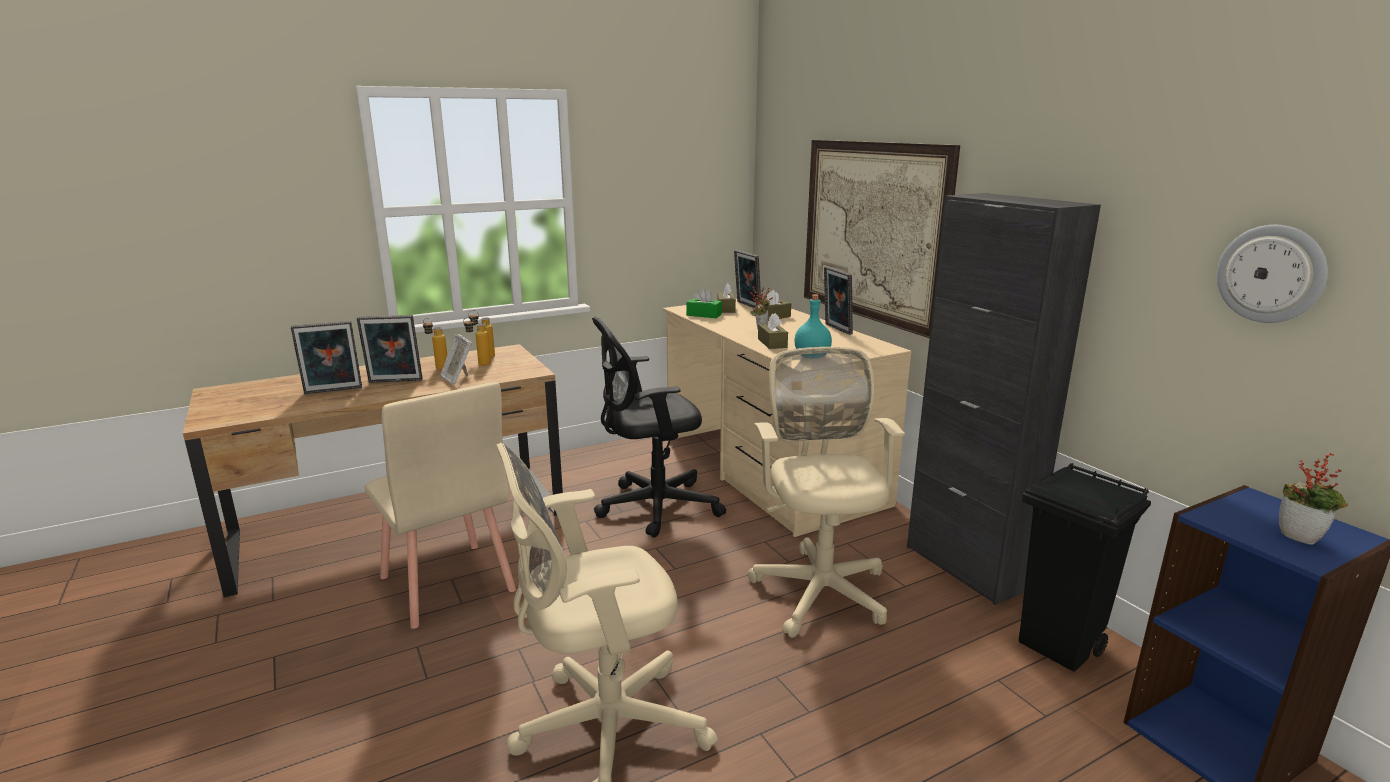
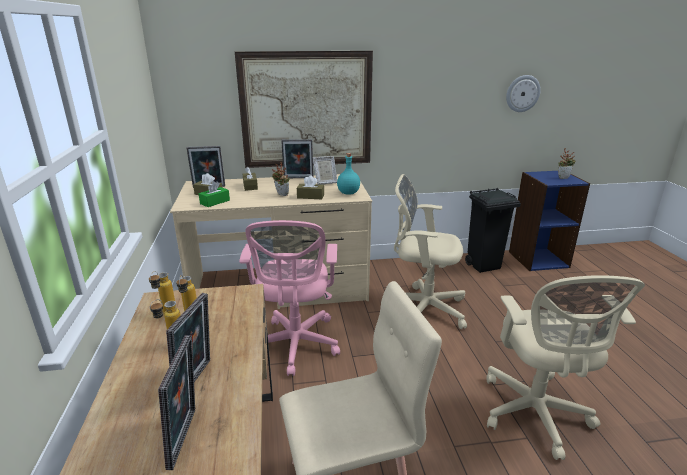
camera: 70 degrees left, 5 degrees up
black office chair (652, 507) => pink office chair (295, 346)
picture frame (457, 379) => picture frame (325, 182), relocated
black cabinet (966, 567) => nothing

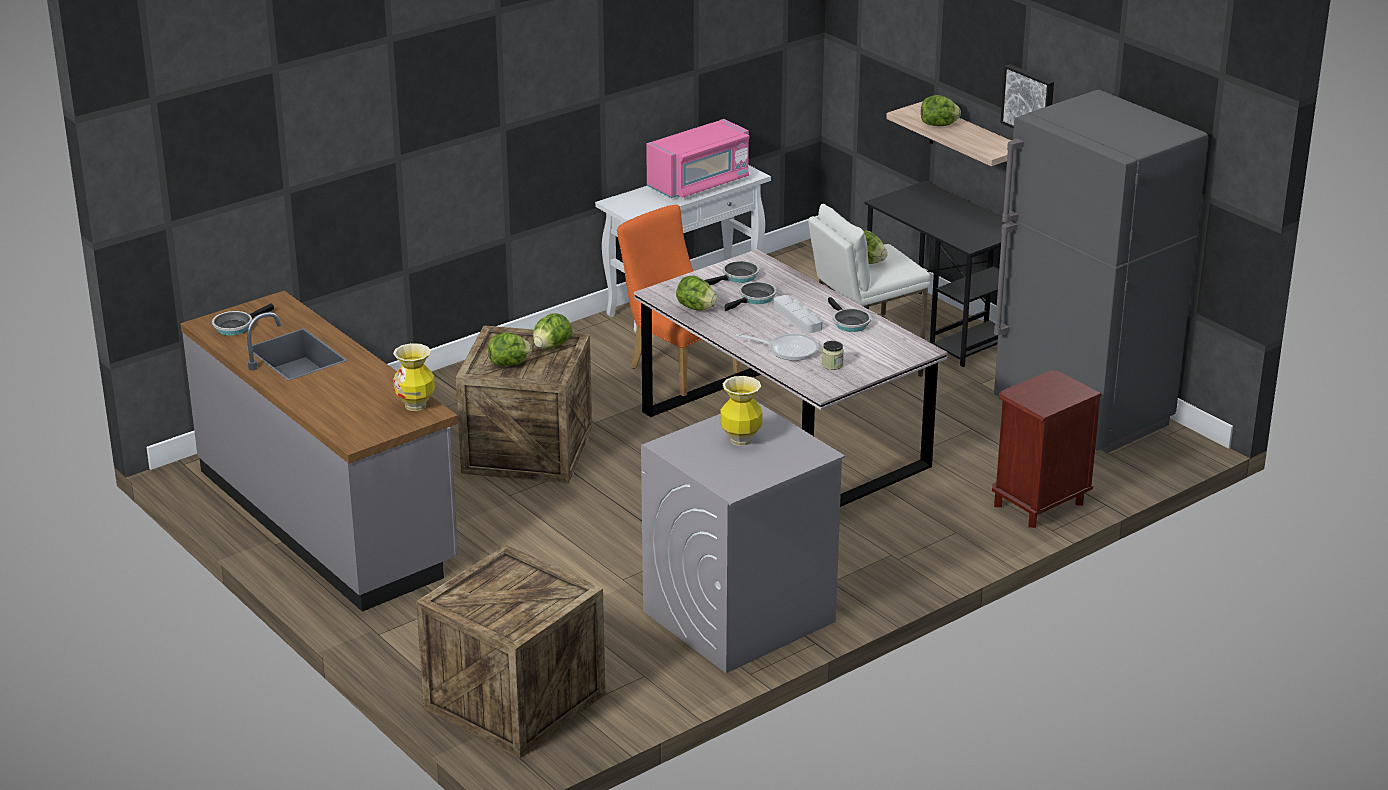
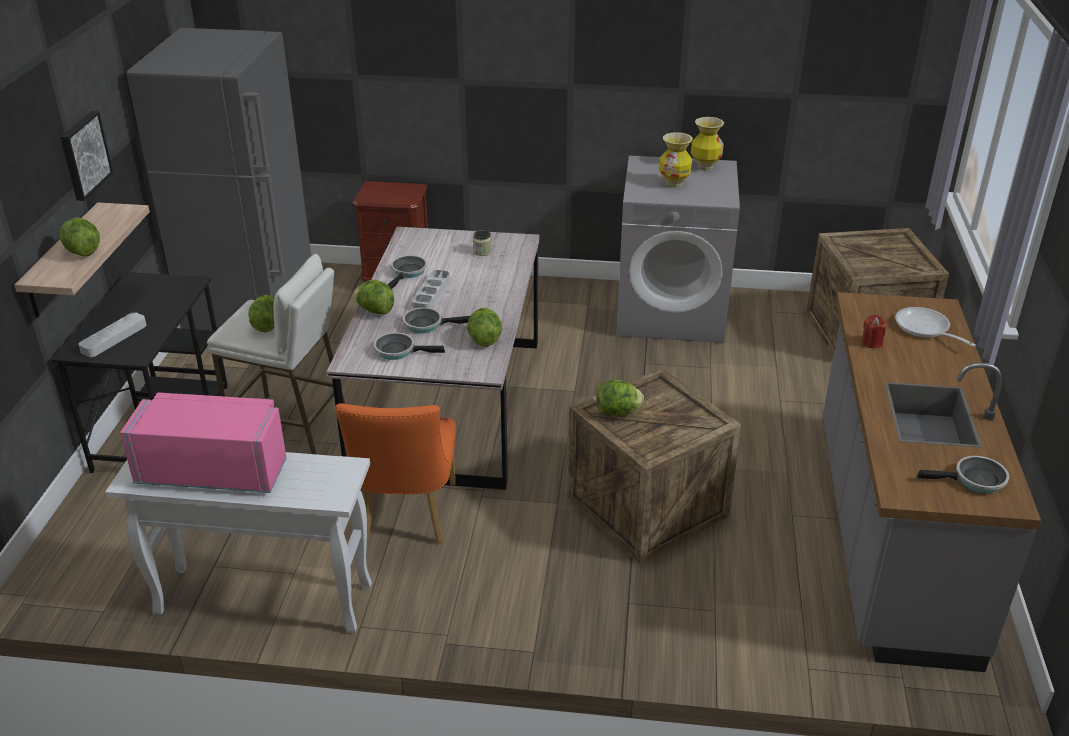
camera: 135 degrees left, 5 degrees up
nothing => grey tray (114, 338)
lettuce (509, 364) => lettuce (375, 311), relocated
vase (416, 405) => vase (705, 167), relocated
nothing => red candle (871, 343)
frying pan (788, 350) => frying pan (925, 329), relocated

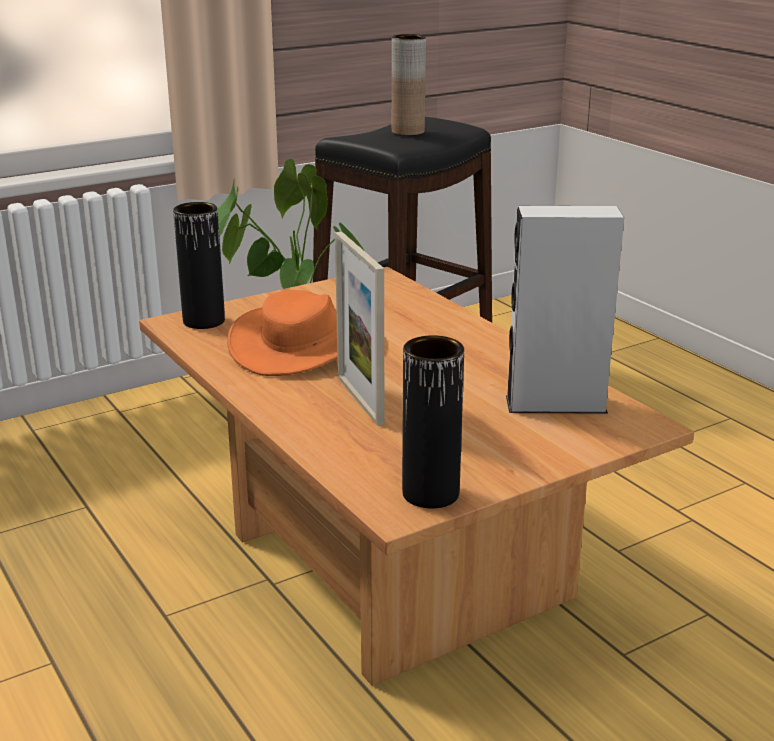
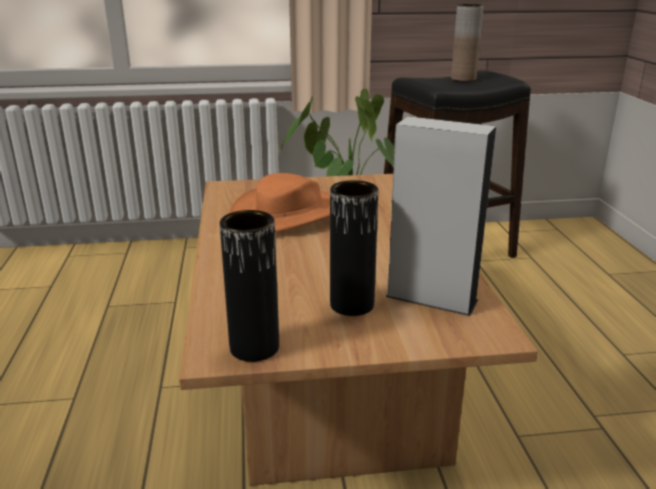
camera: 25 degrees right, 0 degrees up
black vase (204, 321) => black vase (352, 305), relocated
picture frame (360, 400) => nothing

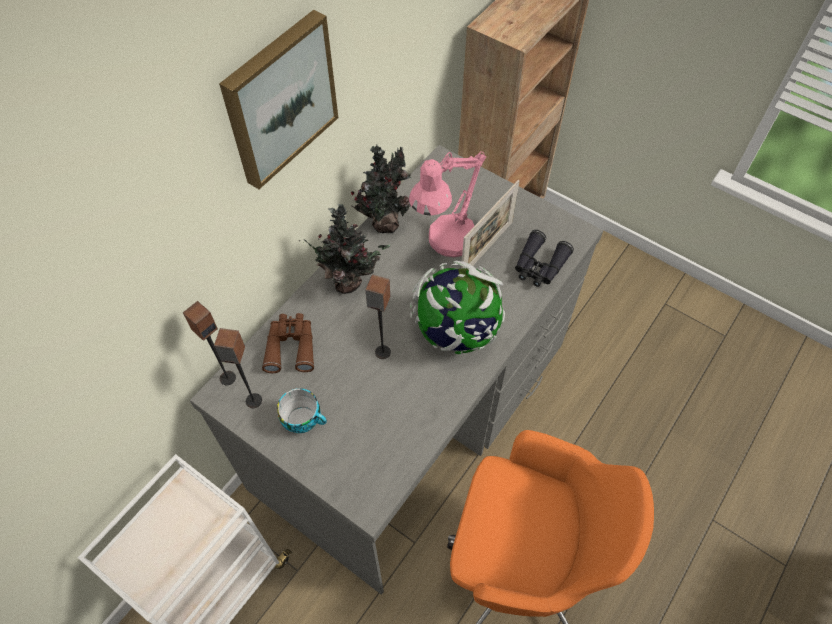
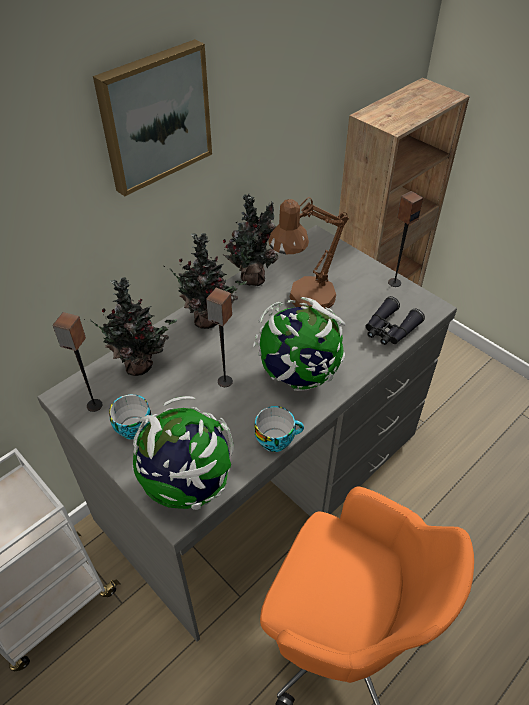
camera: 10 degrees right, 10 degrees down
brown binoculars (291, 346) => potted plant (141, 365)
nothing => globe (188, 485)
nothing => cup (276, 439)
pink table lamp (445, 244) => brown table lamp (304, 301)
speaker (227, 378) => speaker (394, 282), relocated
picture frame (486, 249) => nothing

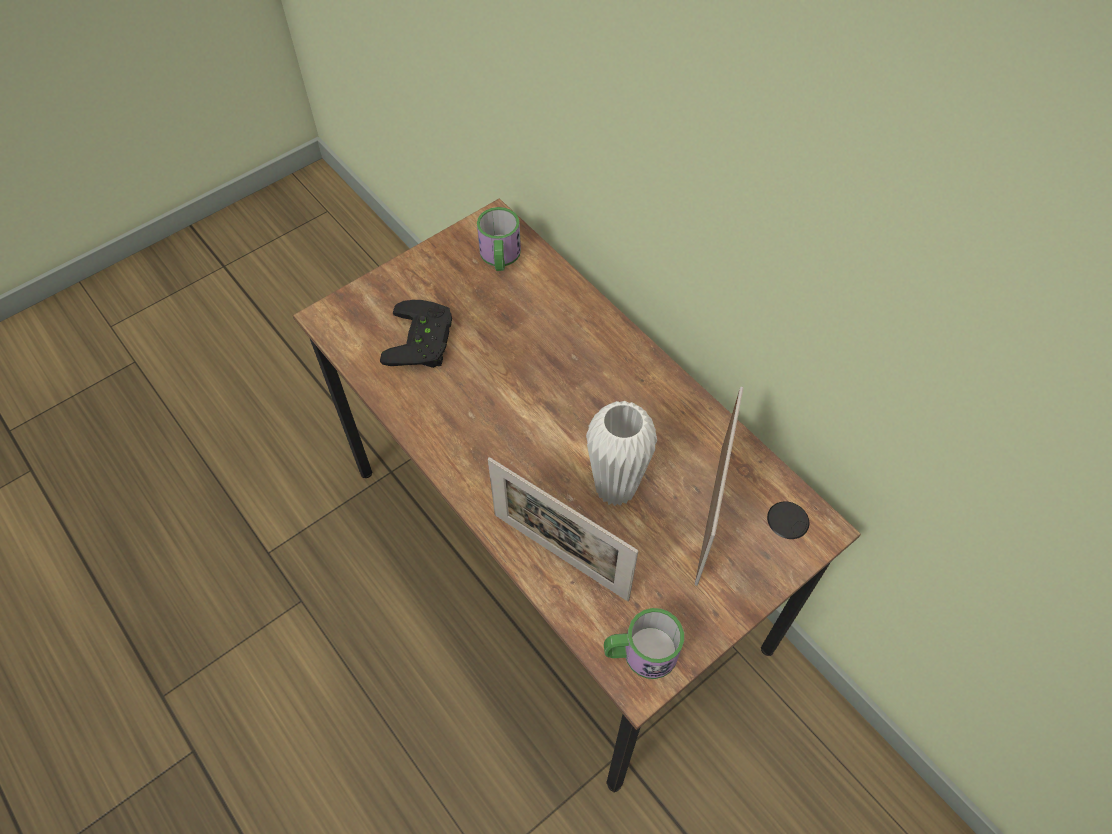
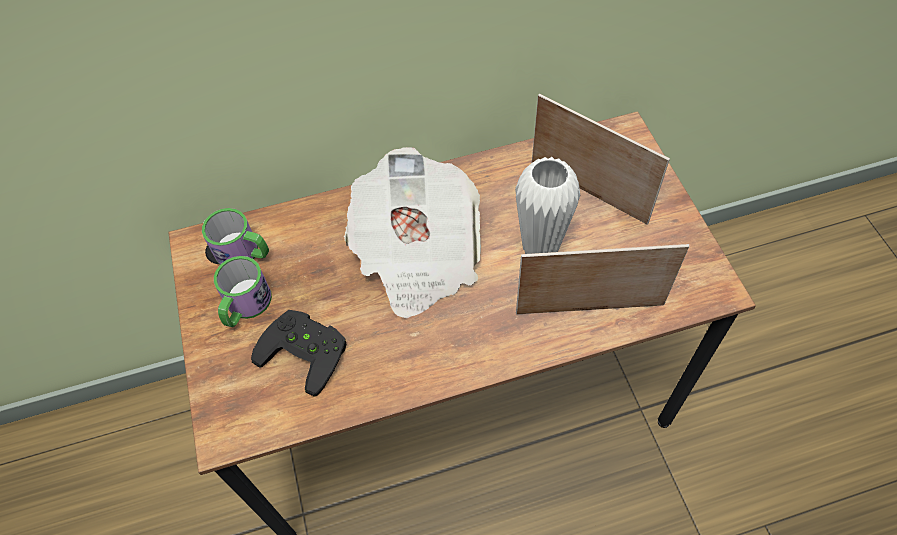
camera: 65 degrees left, 0 degrees up
mug (640, 653) => mug (245, 306), relocated
nothing => newspaper (417, 255)
picture frame (560, 556) => picture frame (589, 308), 150 degrees counterclockwise

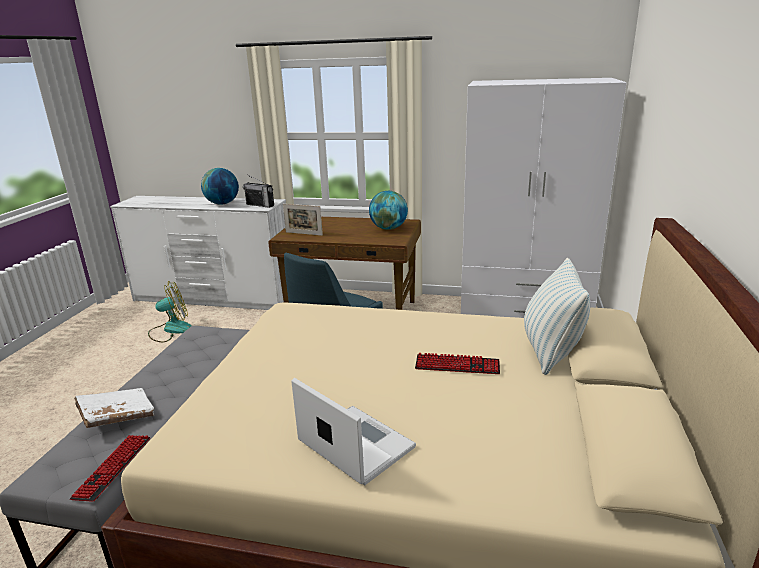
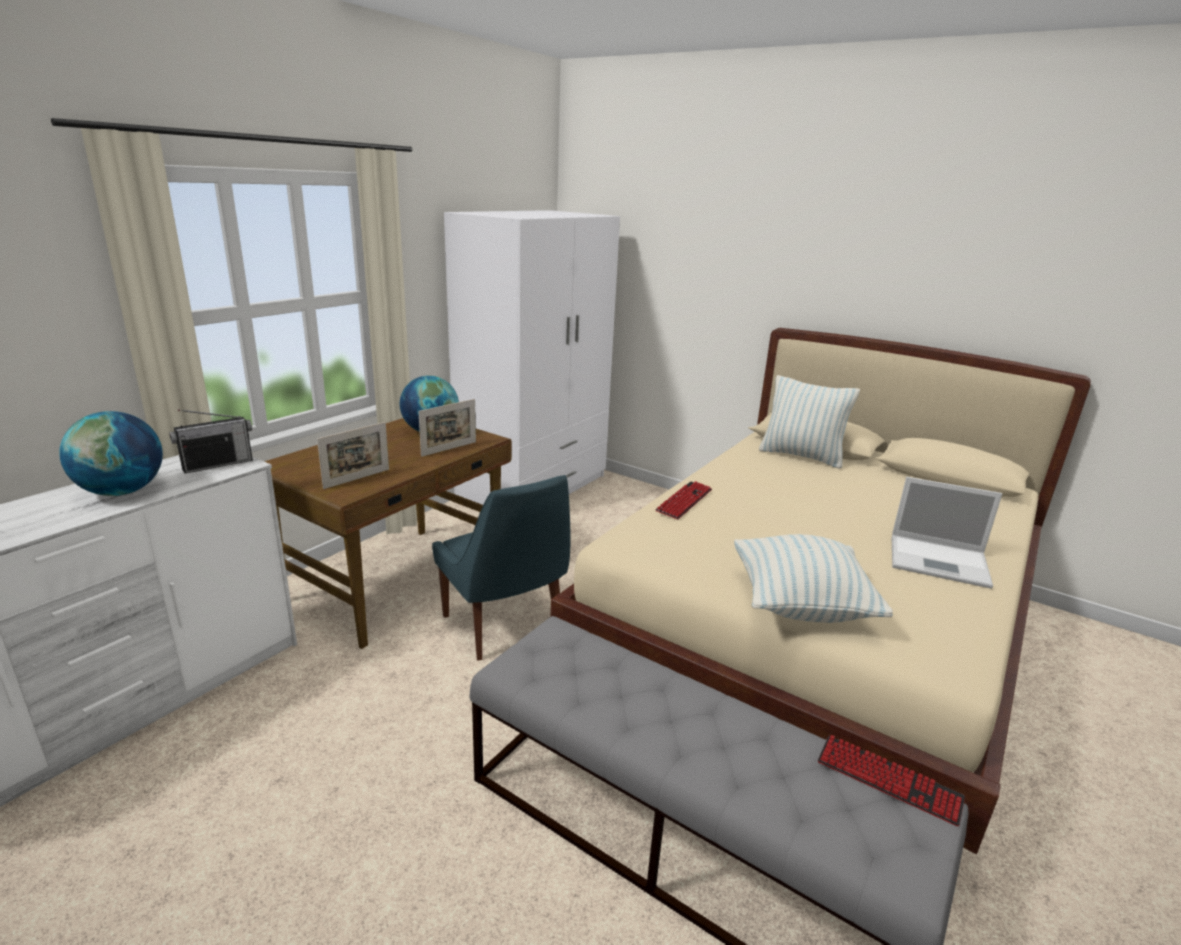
camera: 70 degrees left, 0 degrees up
nothing => picture frame (449, 449)
keyboard (457, 365) => keyboard (684, 501), relocated
nothing => pillow (800, 605)
laptop (354, 444) => laptop (940, 561), 135 degrees counterclockwise
white book (117, 416) => nothing
fan (171, 330) => nothing

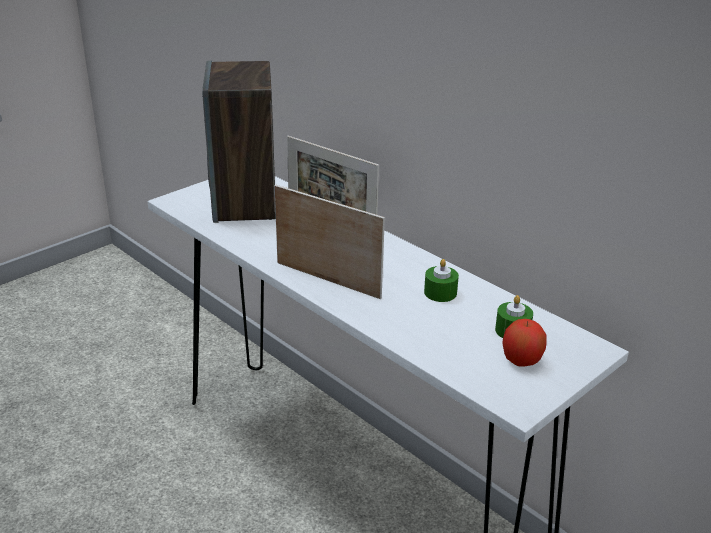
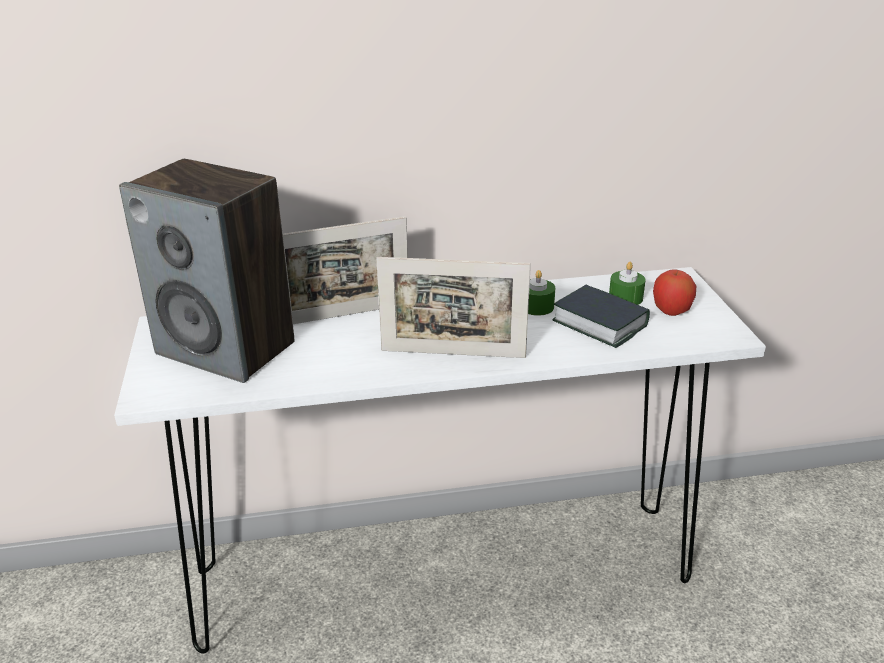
camera: 55 degrees left, 0 degrees up
picture frame (327, 280) => picture frame (453, 354), 150 degrees counterclockwise
nothing => book (599, 323)

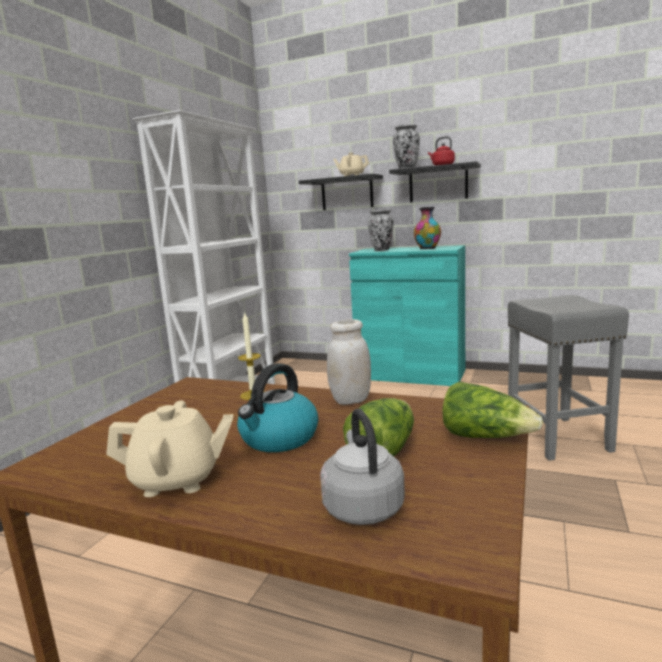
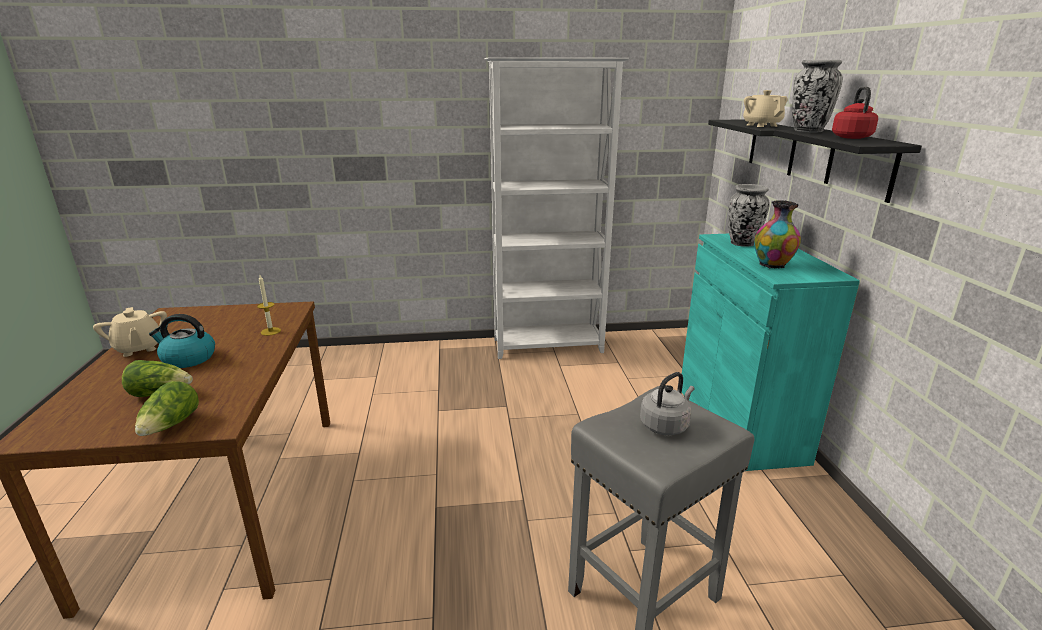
camera: 60 degrees right, 10 degrees up
grey kettle (362, 506) => grey kettle (665, 425), relocated
white jar (351, 400) => nothing

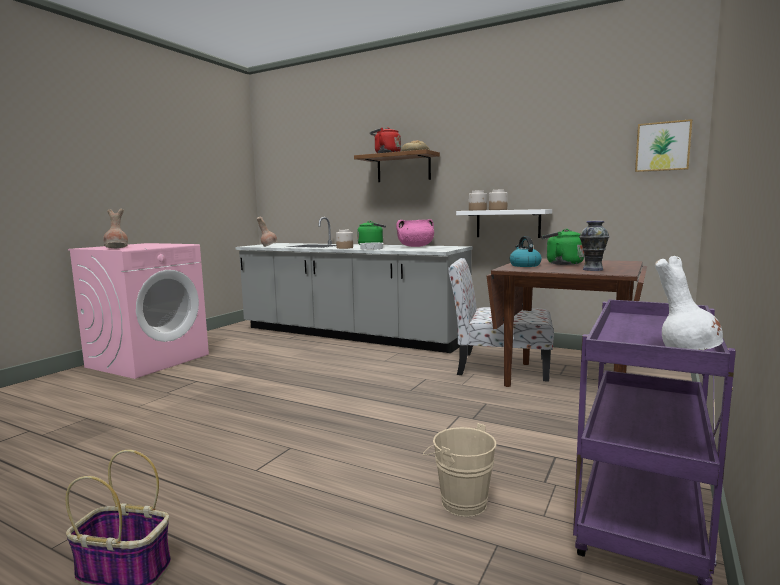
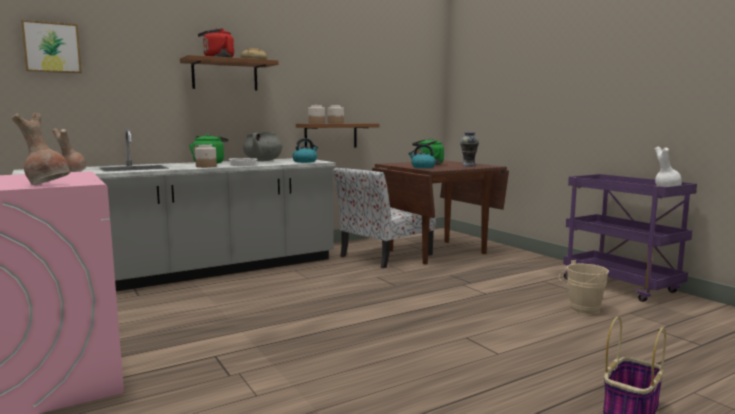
camera: 60 degrees left, 0 degrees up
picture (662, 146) => picture (52, 47), relocated
pink cooking pot (415, 246) => grey cooking pot (263, 161)
nothing => kettle (305, 161)
white shelf (508, 223) => brown shelf (331, 135)

